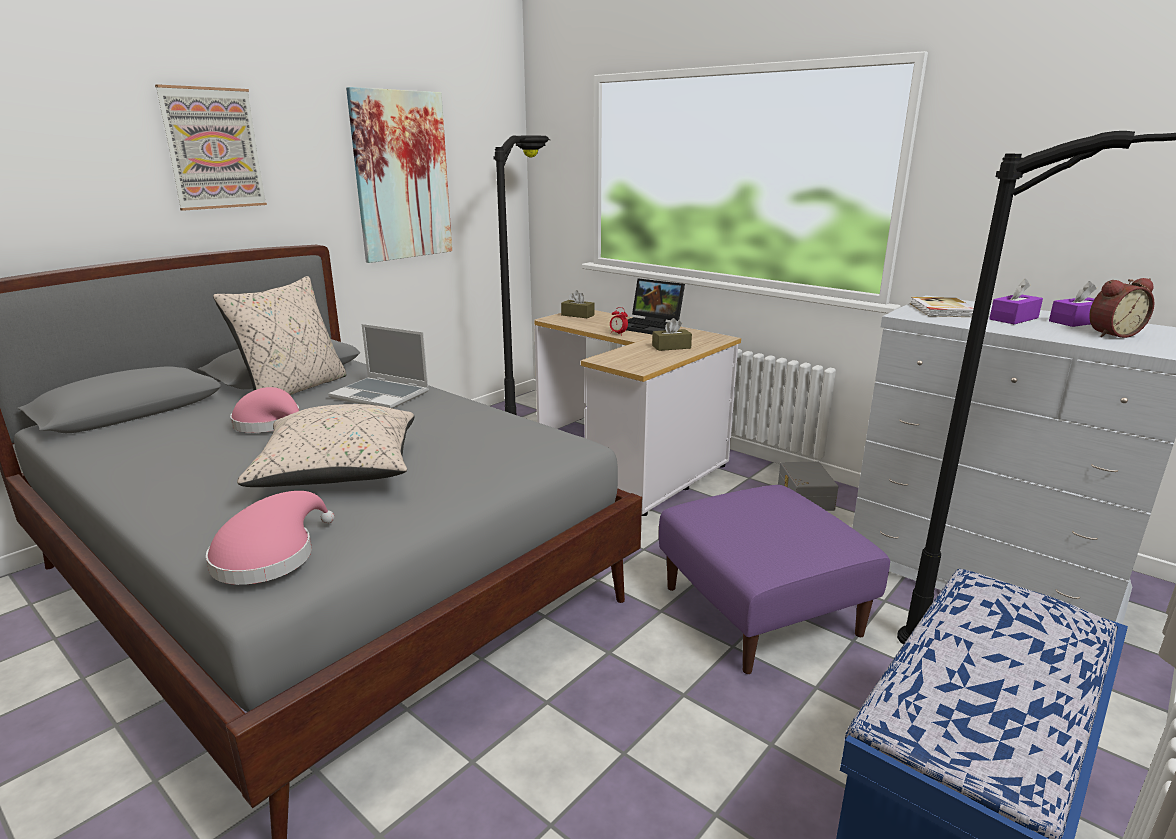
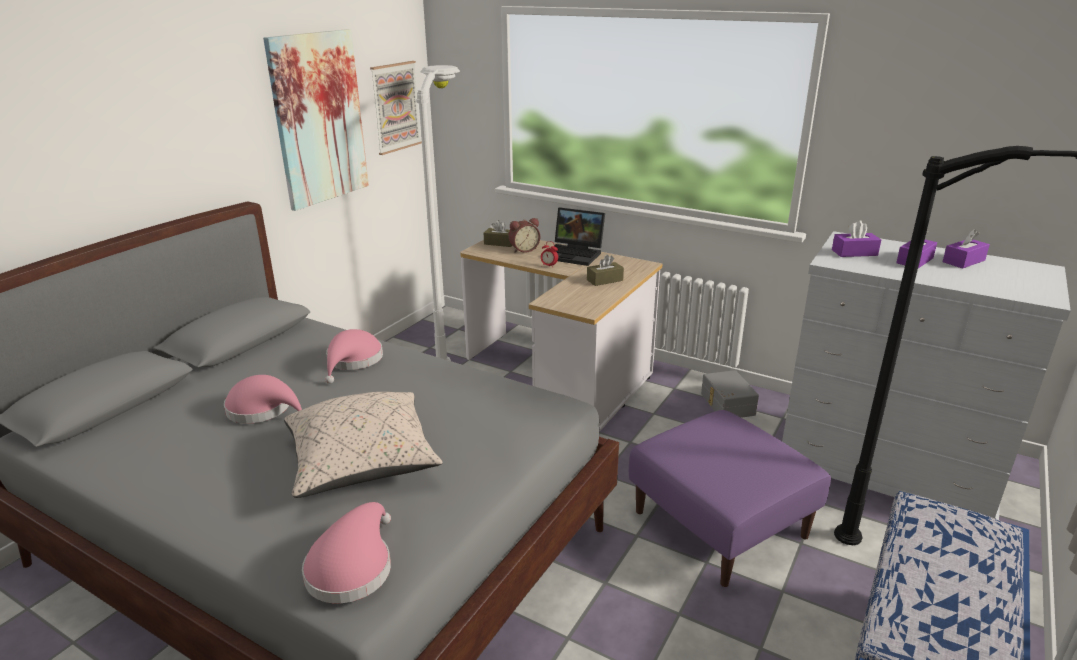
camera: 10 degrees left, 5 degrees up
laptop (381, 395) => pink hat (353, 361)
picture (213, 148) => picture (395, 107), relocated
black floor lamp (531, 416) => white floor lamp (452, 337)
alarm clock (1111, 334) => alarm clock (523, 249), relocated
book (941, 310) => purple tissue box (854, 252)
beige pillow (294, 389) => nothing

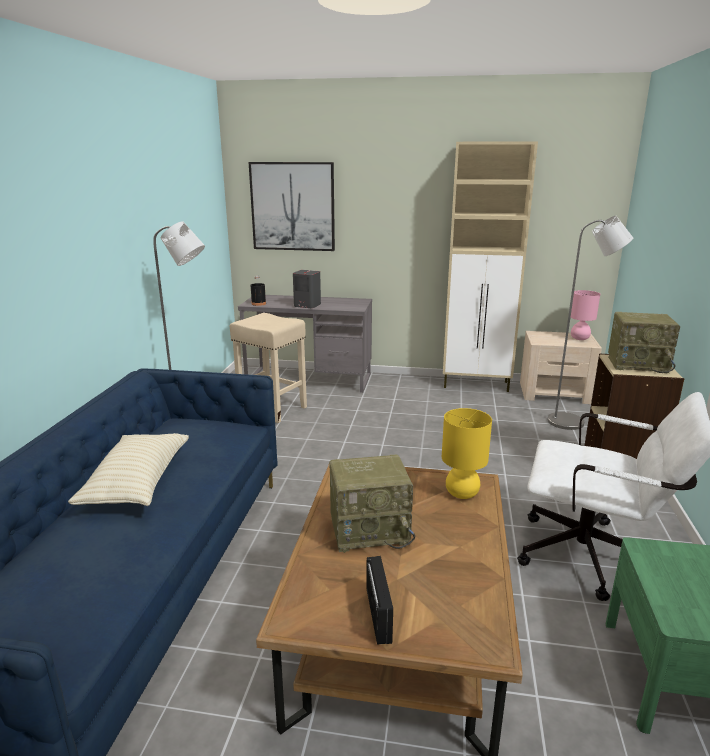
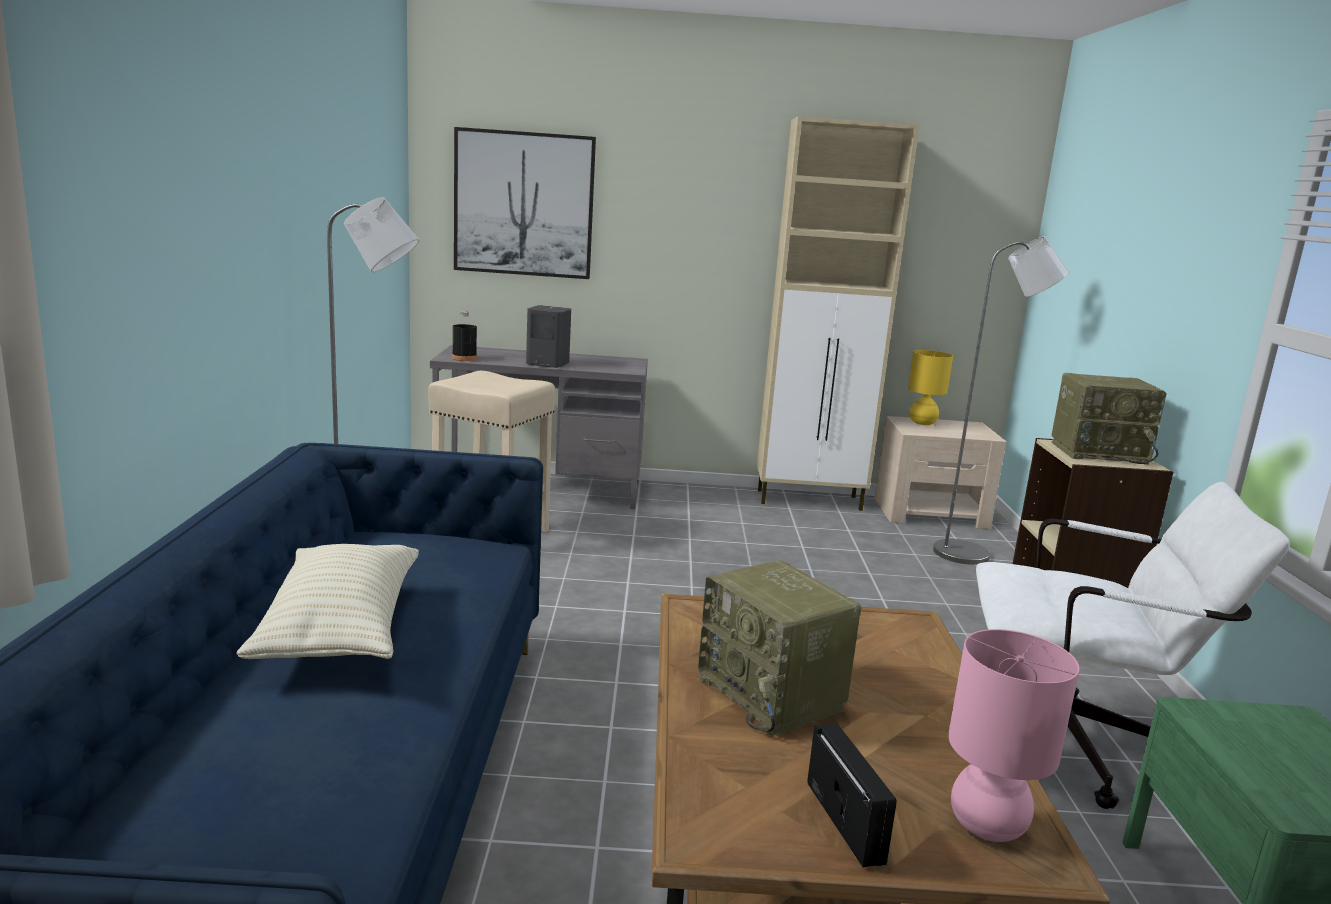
camera: 10 degrees left, 5 degrees down
radio (370, 530) => radio (773, 695), 75 degrees clockwise
yellow table lamp (461, 493) => yellow table lamp (922, 423), relocated
pink table lamp (580, 338) => pink table lamp (988, 826), relocated

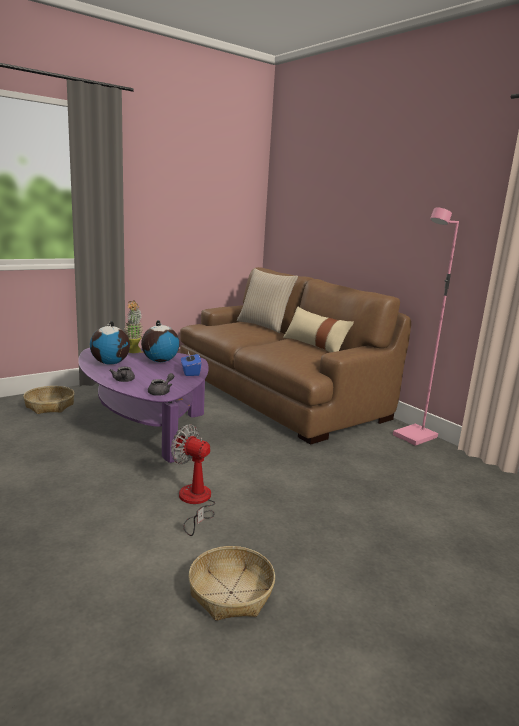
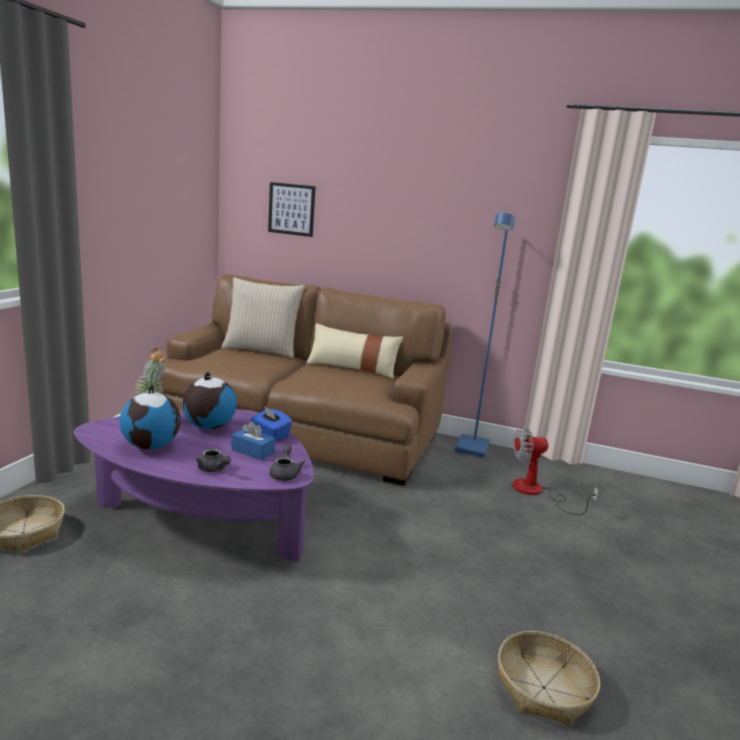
camera: 35 degrees left, 0 degrees up
nothing => blue tissue box (253, 451)
nothing => picture (291, 209)
pink floor lamp (415, 437) => blue floor lamp (473, 448)
fan (195, 502) => fan (537, 492), relocated

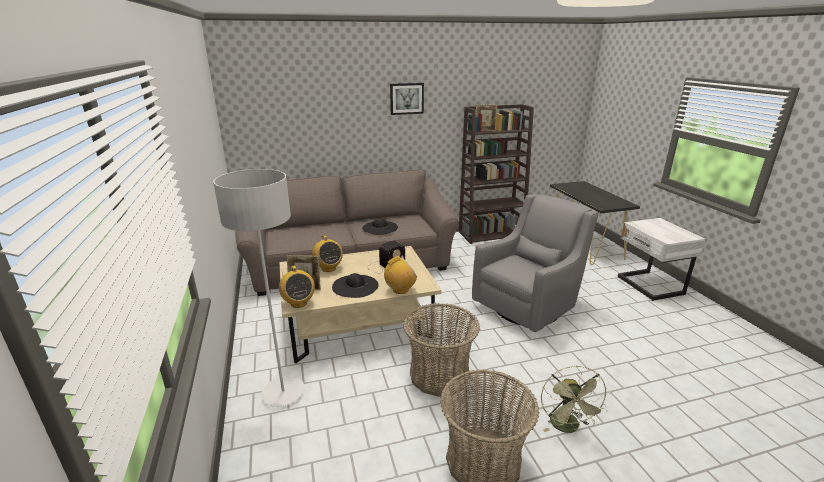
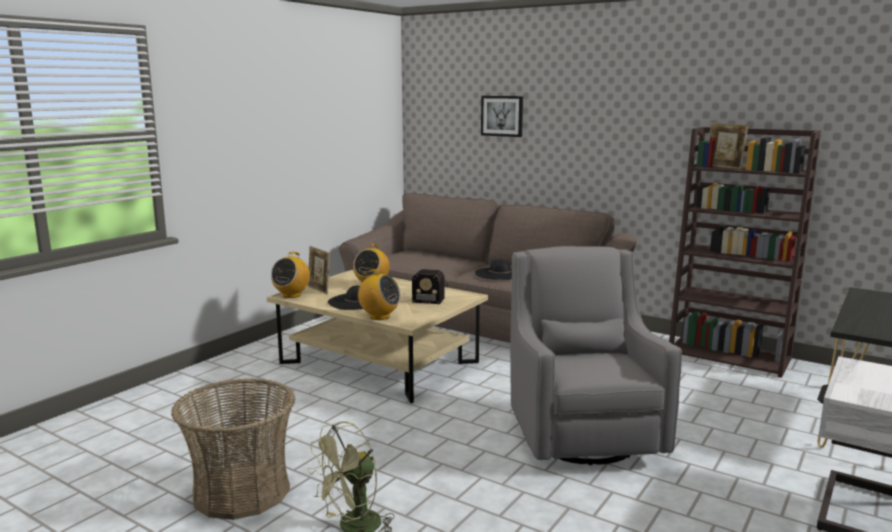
camera: 50 degrees right, 10 degrees down
picture (406, 98) => picture (502, 116), relocated
grey armchair (528, 307) => grey armchair (581, 434), 105 degrees counterclockwise
grey floor lamp (283, 393) => nothing
basket (439, 374) => nothing

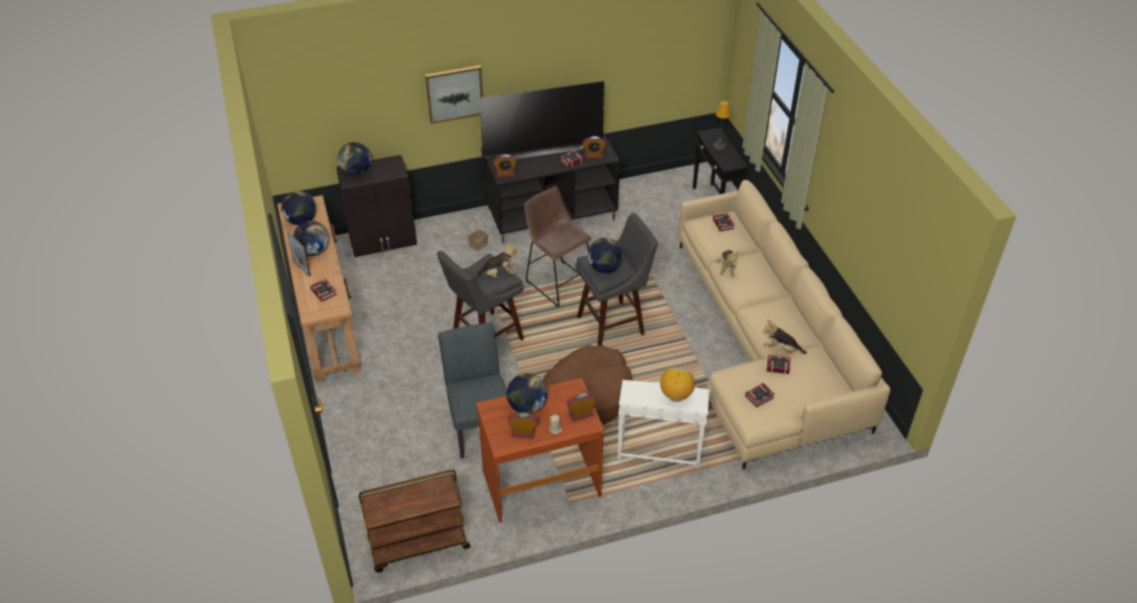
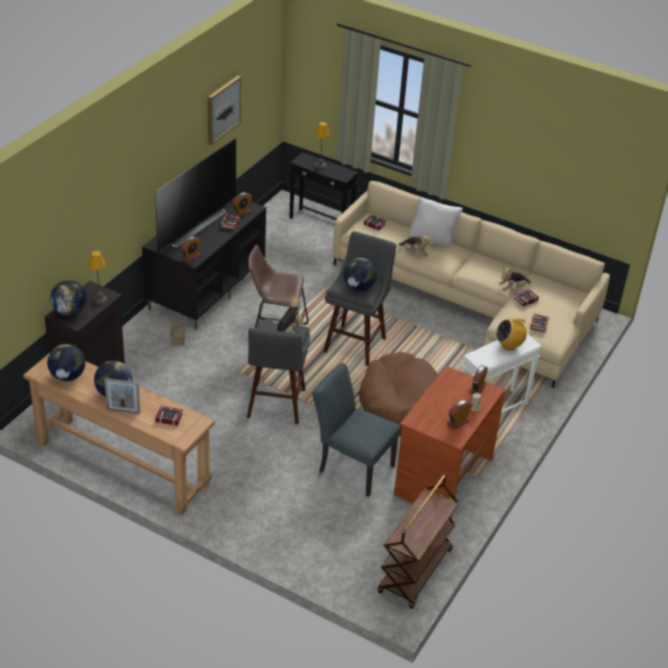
camera: 45 degrees left, 5 degrees down
nothing => table lamp (100, 300)
picture (454, 93) => picture (223, 109), relocated
nothing => white pillow (432, 240)
radio (676, 395) => radio (509, 345), 75 degrees counterclockwise
globe (527, 406) => nothing

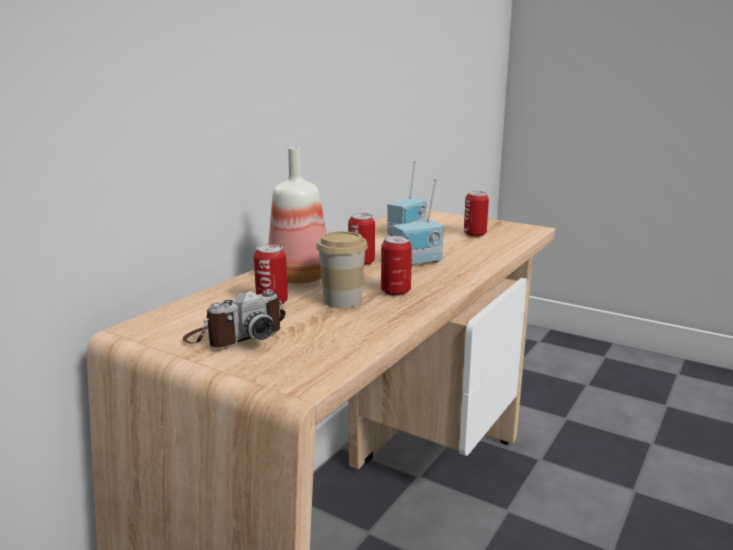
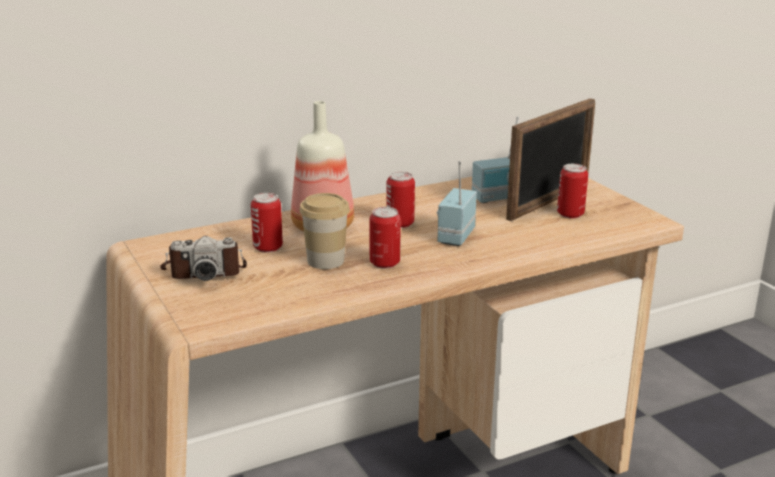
camera: 30 degrees right, 5 degrees up
radio (418, 262) => radio (454, 236), 105 degrees clockwise
nothing => picture frame (548, 202)

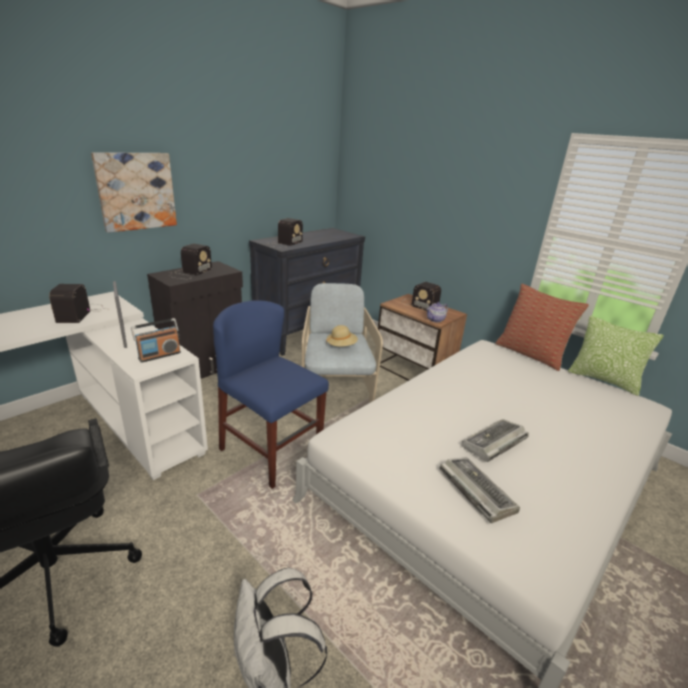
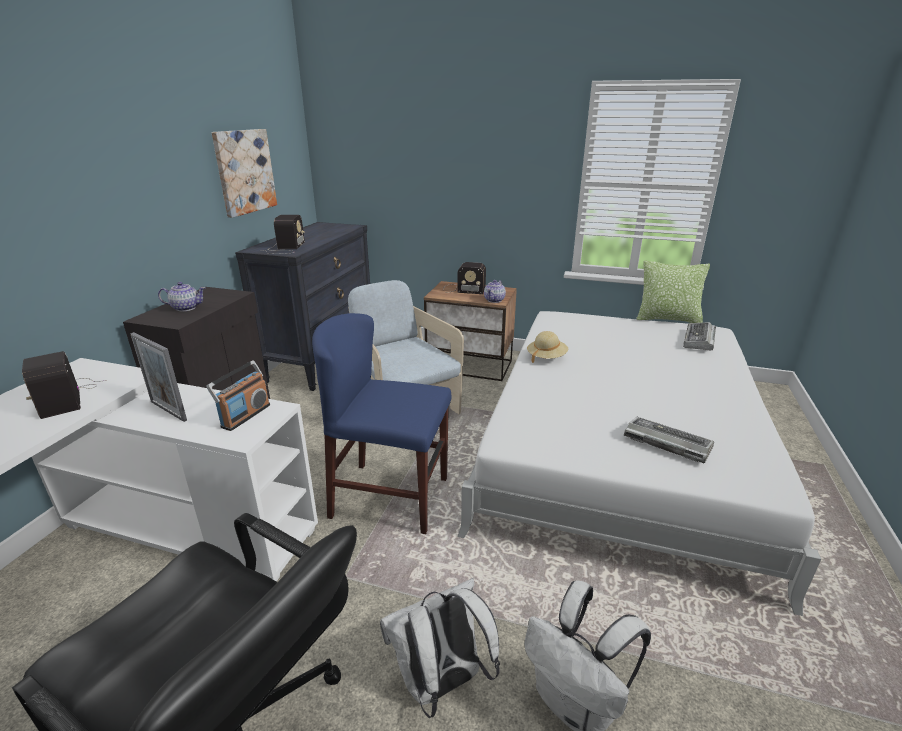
camera: 25 degrees left, 0 degrees up
radio (189, 273) => teapot (185, 308)
picture (136, 191) => picture (244, 171), relocated
nothing => white backpack (441, 684)
beige hat (341, 346) => beige hat (546, 357), relocated
keyboard (493, 444) => keyboard (699, 340), relocated
pillow (531, 354) => nothing

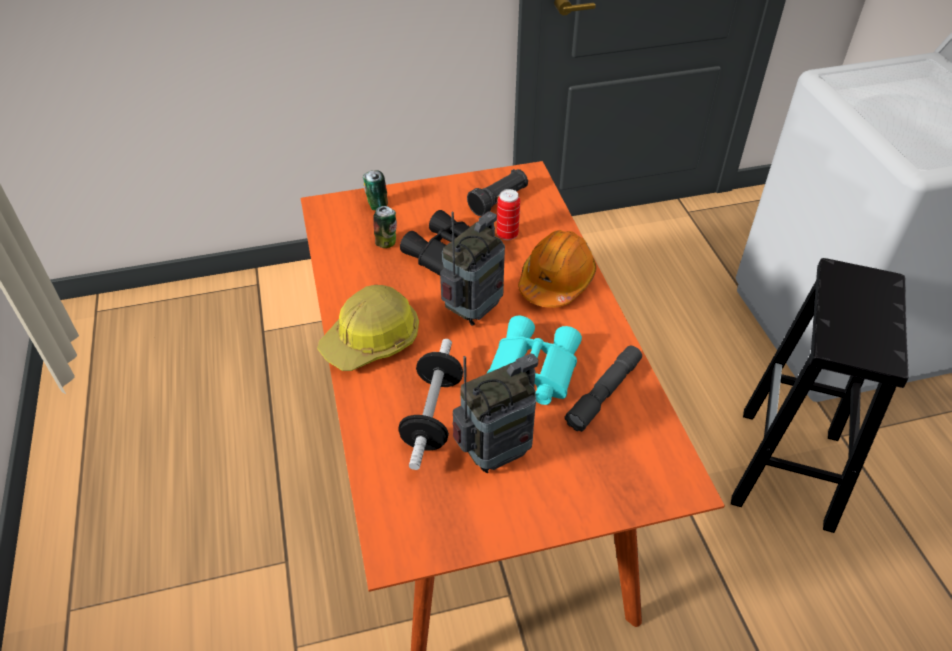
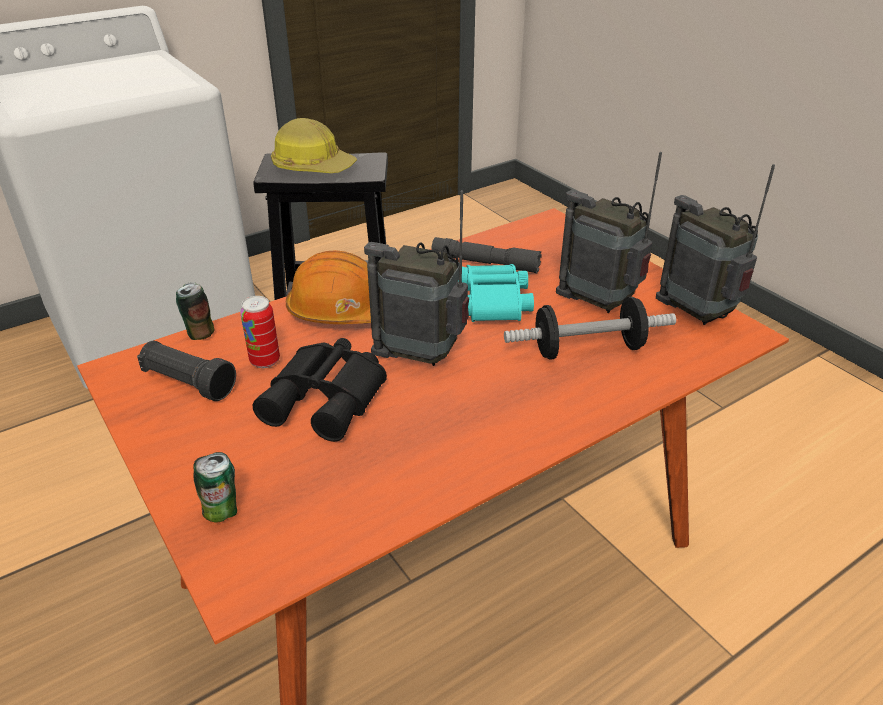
camera: 110 degrees left, 10 degrees down
can (387, 242) => can (200, 333), relocated
hard hat (372, 340) => hard hat (313, 167), relocated
nothing => radio (697, 315)

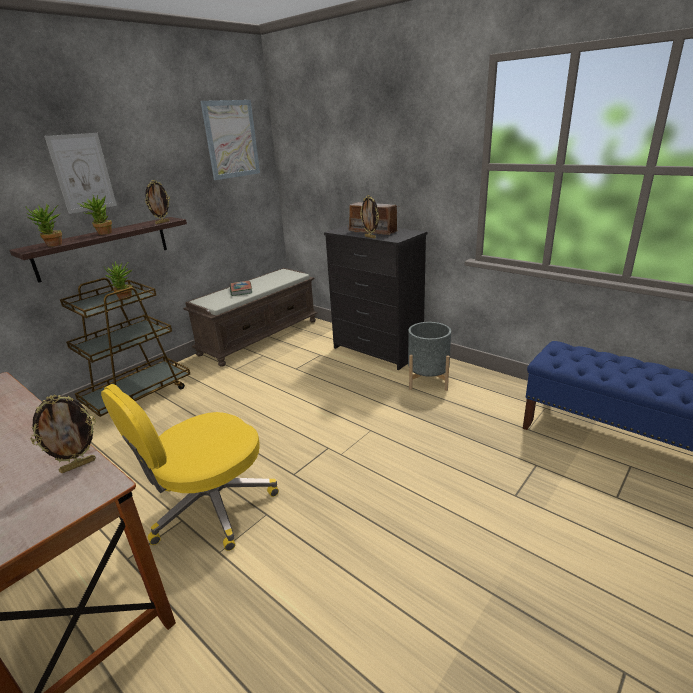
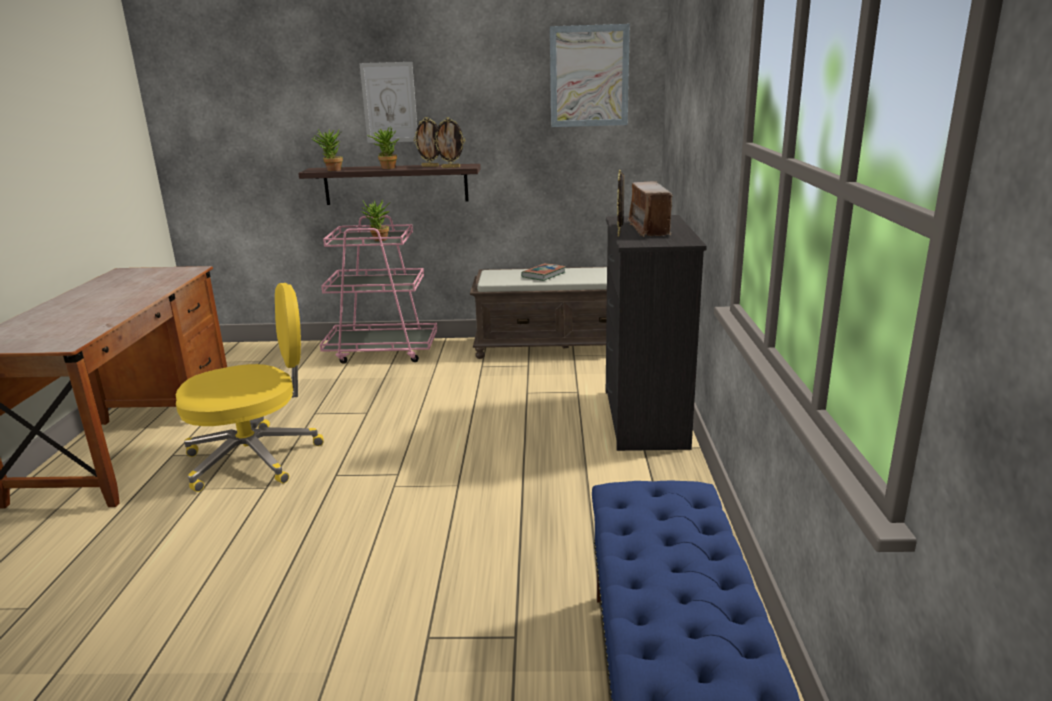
camera: 50 degrees right, 5 degrees down
yellow office chair (210, 507) => yellow office chair (256, 457), 150 degrees clockwise
brown cart (138, 395) => pink cart (382, 351)
picture frame (78, 465) => picture frame (430, 166), relocated
grey planter (428, 380) => nothing

